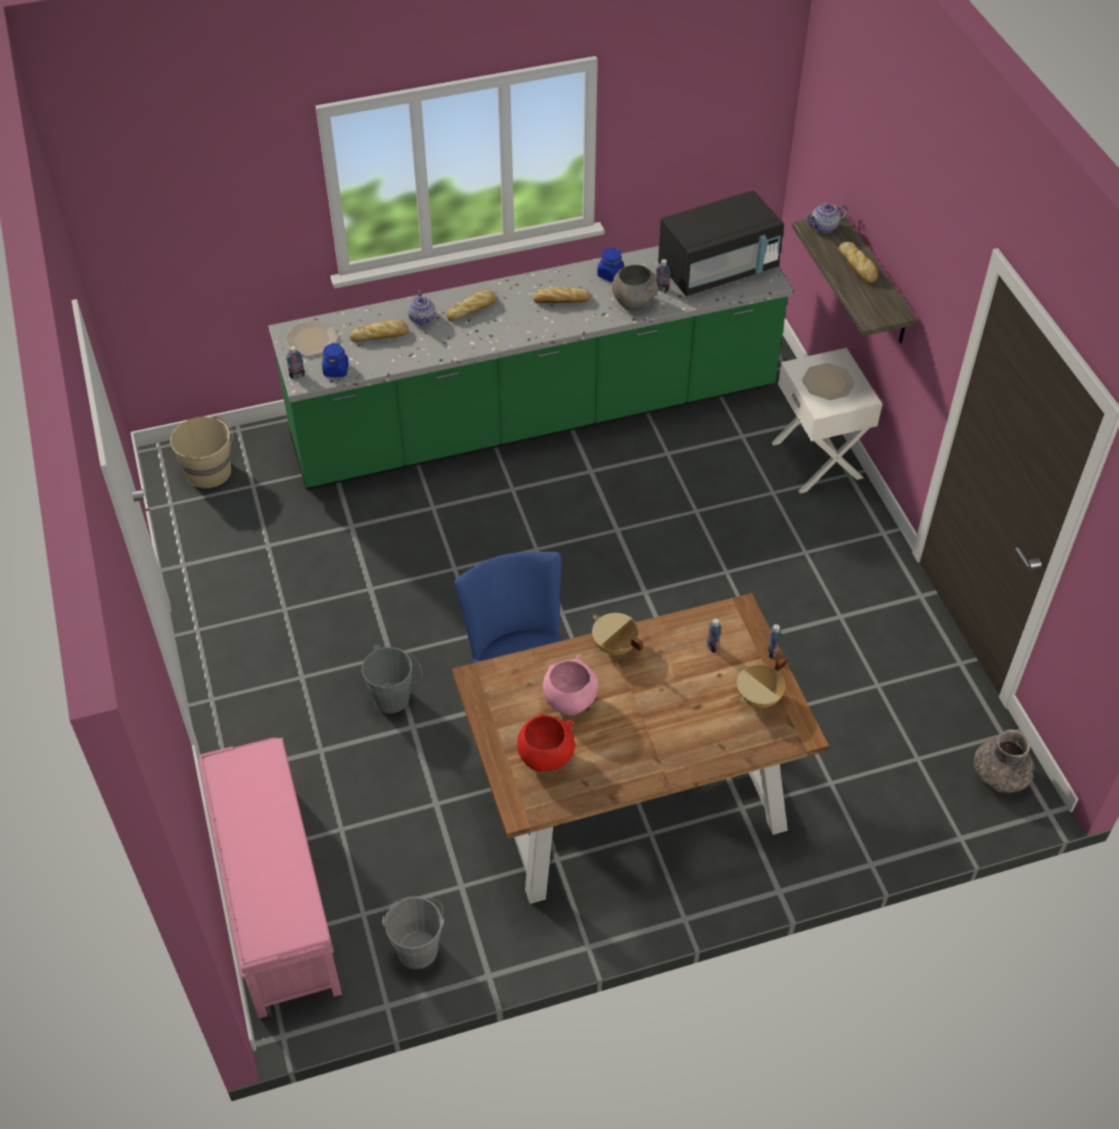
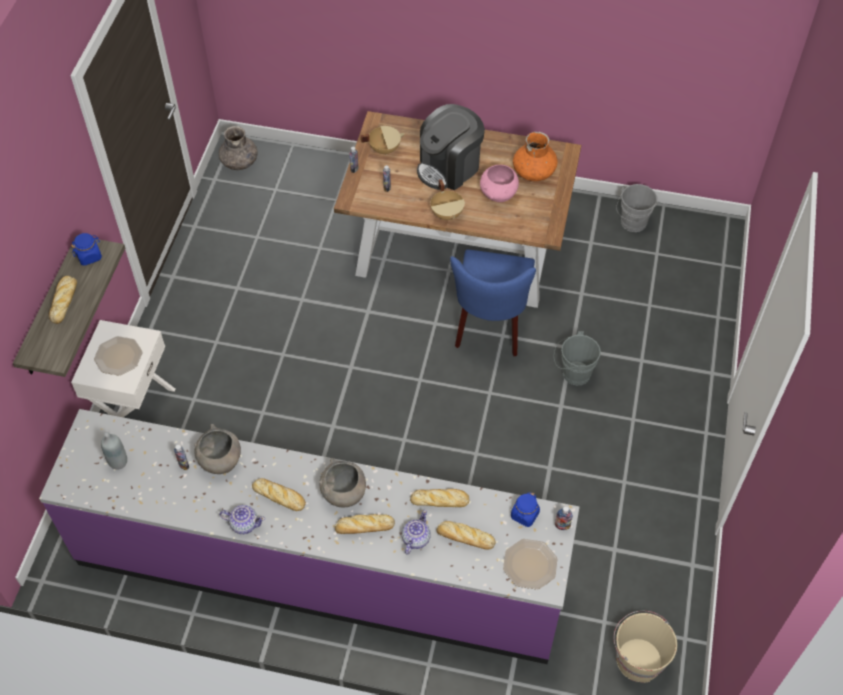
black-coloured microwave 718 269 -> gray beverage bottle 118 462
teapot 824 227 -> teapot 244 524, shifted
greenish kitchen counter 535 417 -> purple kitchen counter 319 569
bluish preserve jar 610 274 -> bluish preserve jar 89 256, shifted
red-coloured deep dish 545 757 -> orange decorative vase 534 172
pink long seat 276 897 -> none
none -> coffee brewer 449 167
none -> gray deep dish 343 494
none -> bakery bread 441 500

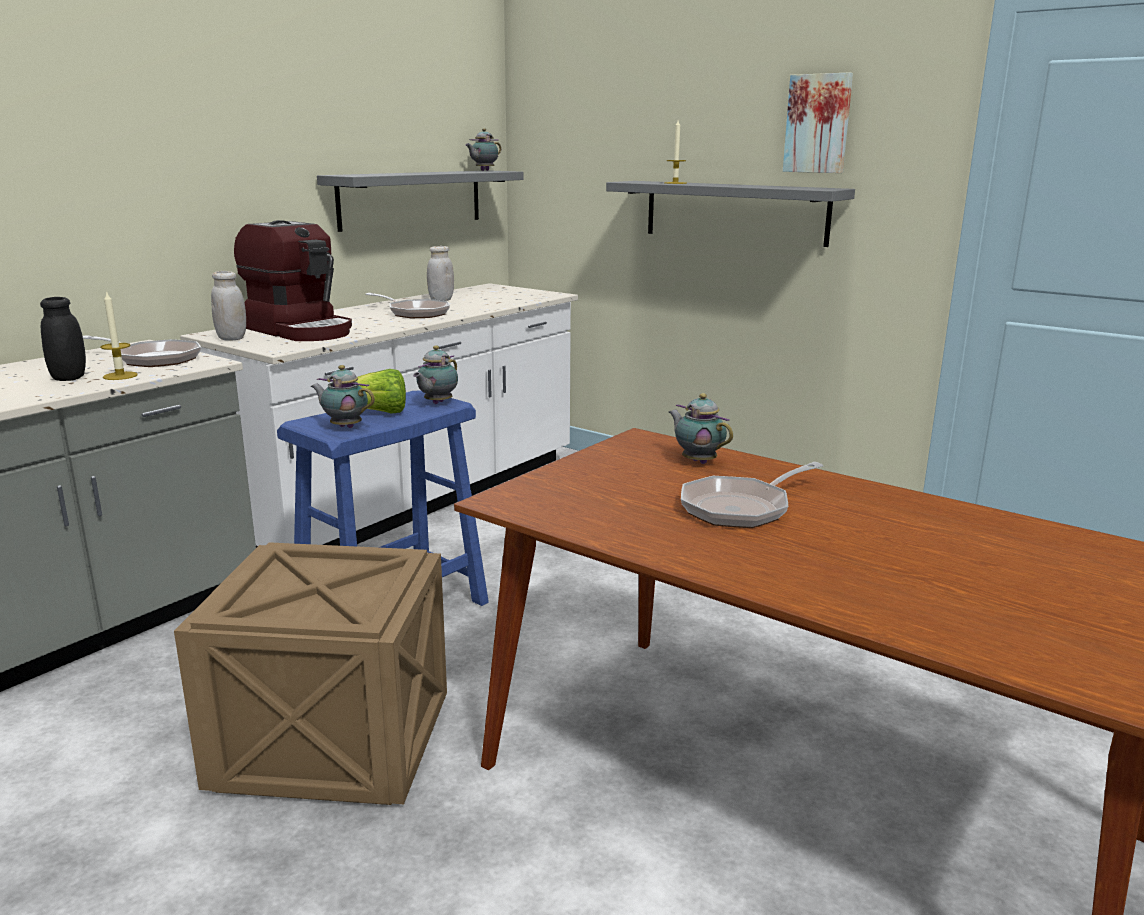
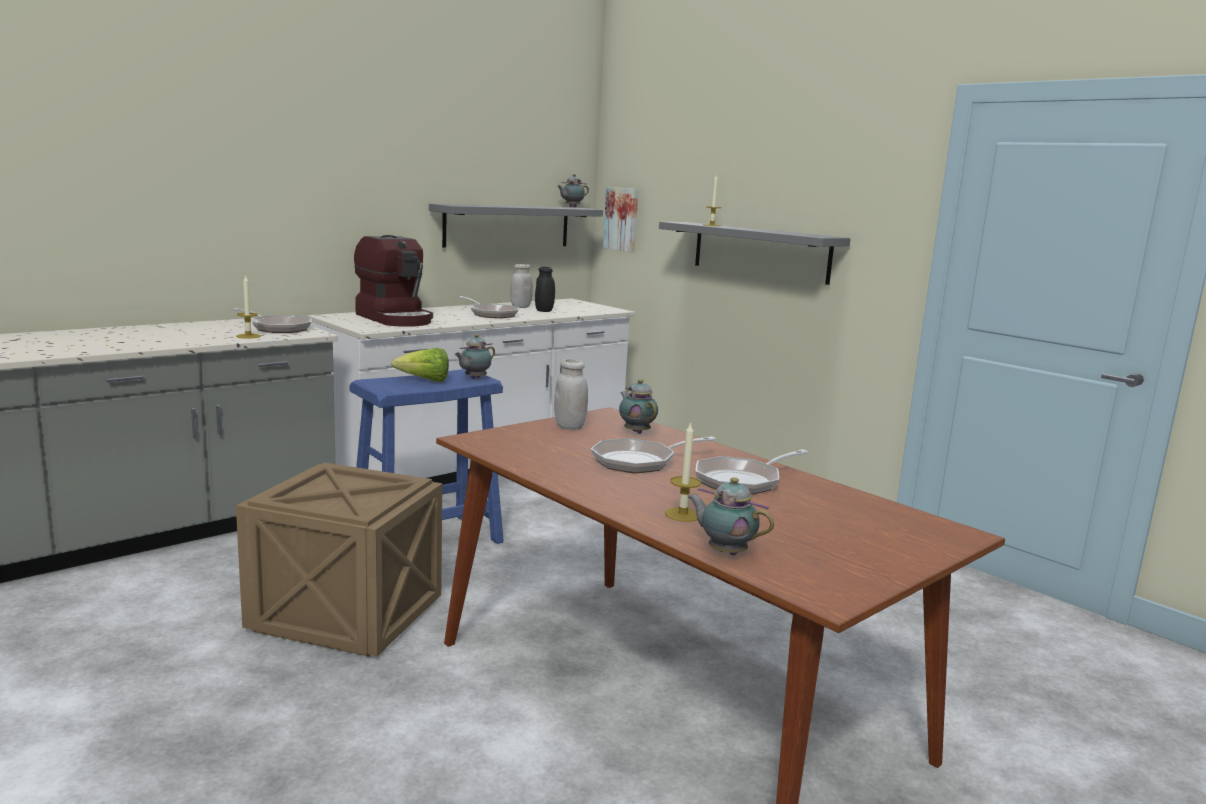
wall picture 818 124 -> wall picture 622 219, shifted
white preserve jar 232 338 -> white preserve jar 569 427, shifted
black-coloured preserve jar 69 378 -> black-coloured preserve jar 544 311, shifted
teapot 344 427 -> teapot 725 552, shifted
none -> candle 682 514
none -> skillet 742 481

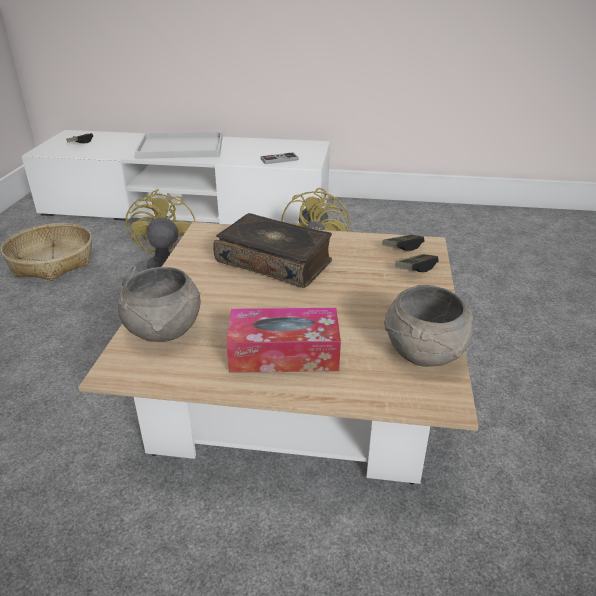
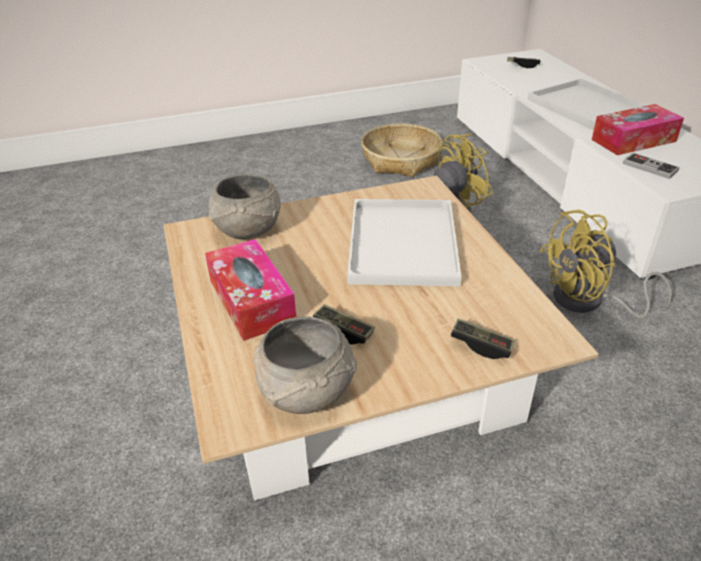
bound book 275 261 -> white carrying tray 404 245
joypad 402 248 -> joypad 343 331, shifted
none -> tissue box 633 140

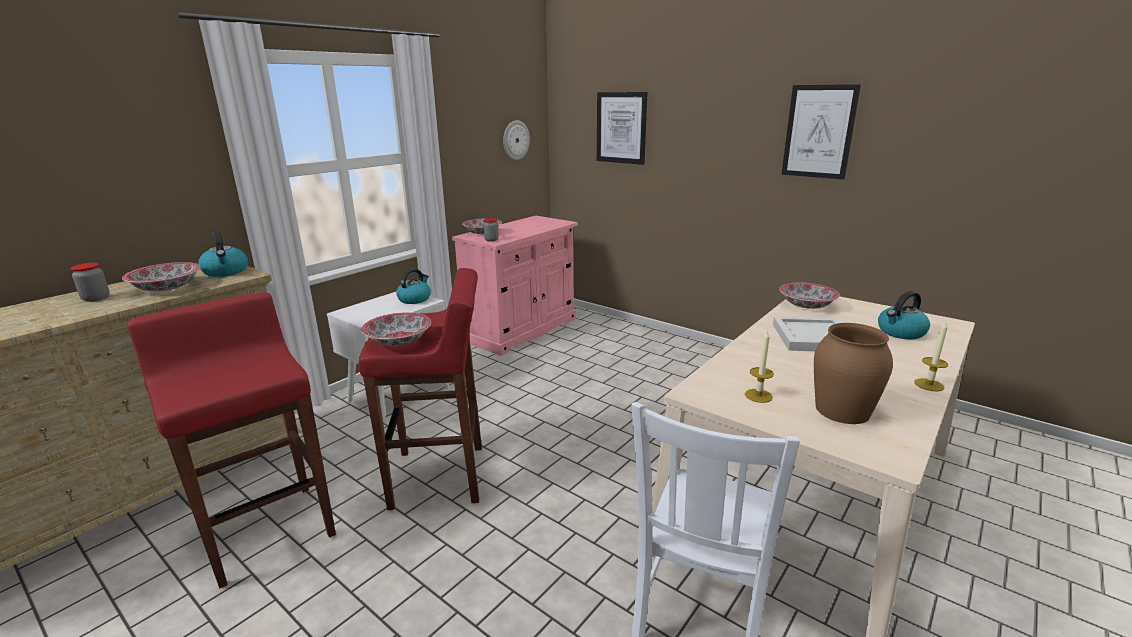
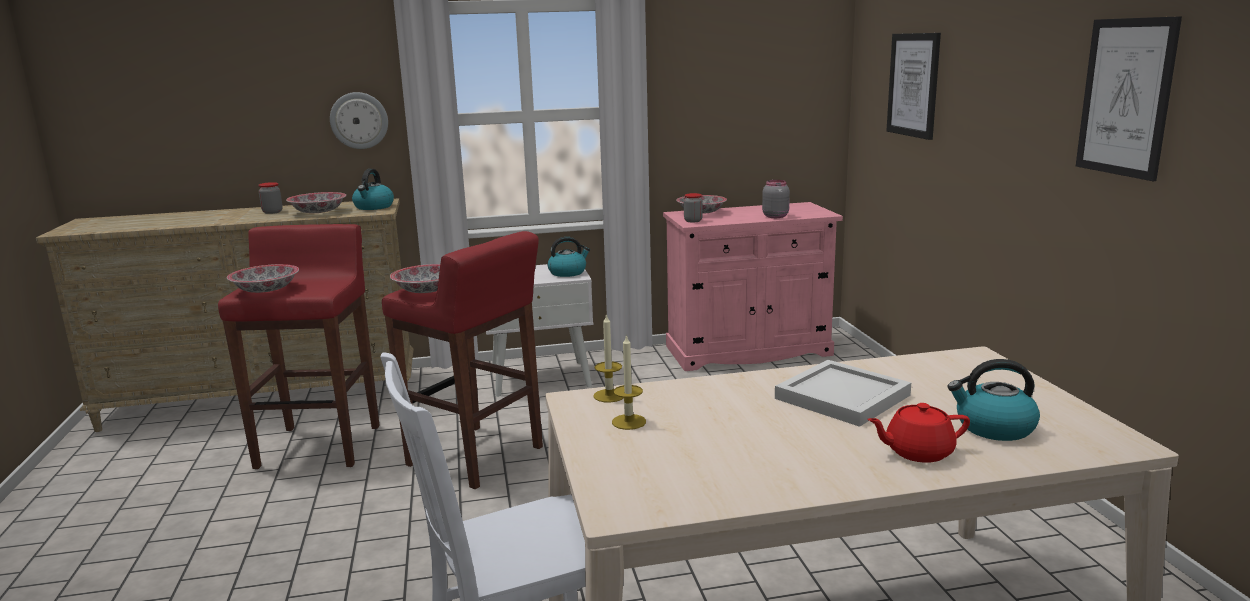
wall clock 515 140 -> wall clock 359 120, shifted
deep dish 806 305 -> deep dish 265 290, shifted
candle 929 385 -> candle 609 395, shifted
brown decorative vase 841 410 -> none
none -> gray preserve jar 775 216
none -> red-coloured teapot 917 452

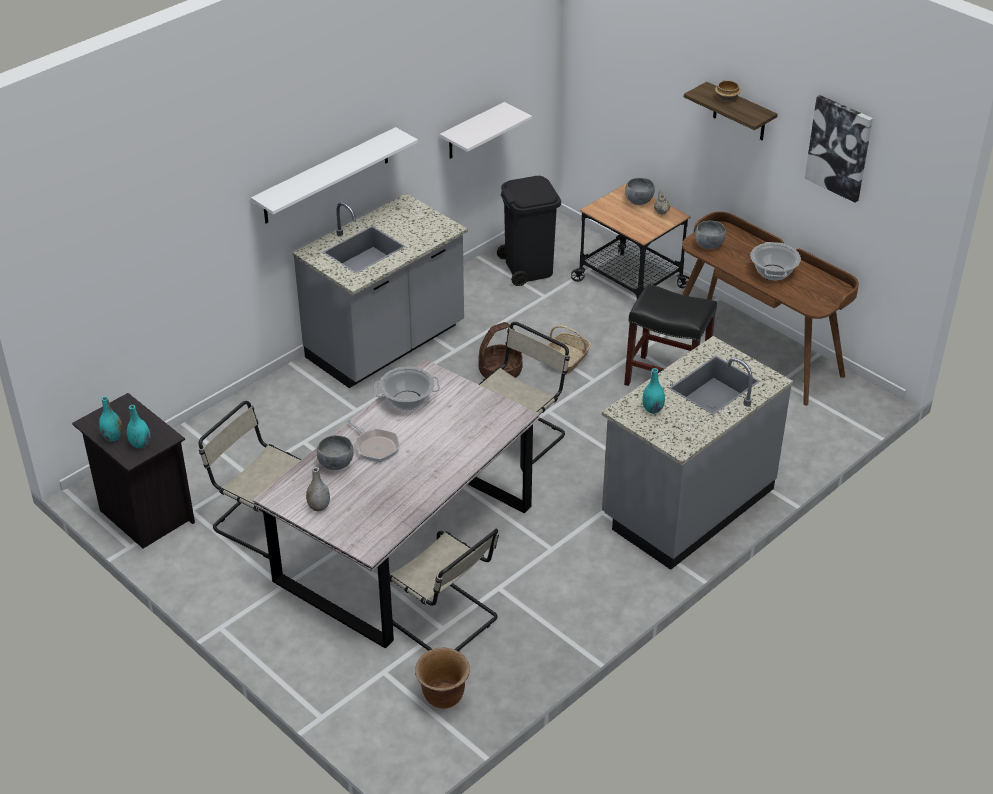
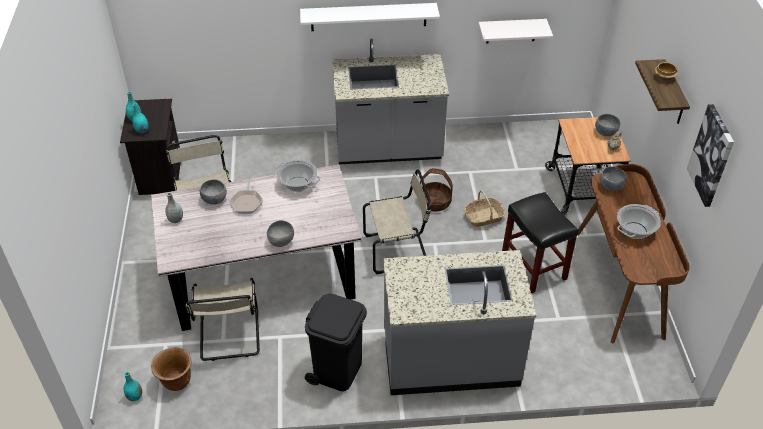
black-coloured rubbish bin 528 268 -> black-coloured rubbish bin 337 370, shifted
blue-green decorative vase 652 409 -> blue-green decorative vase 135 396, shifted
none -> gray deep dish 281 242

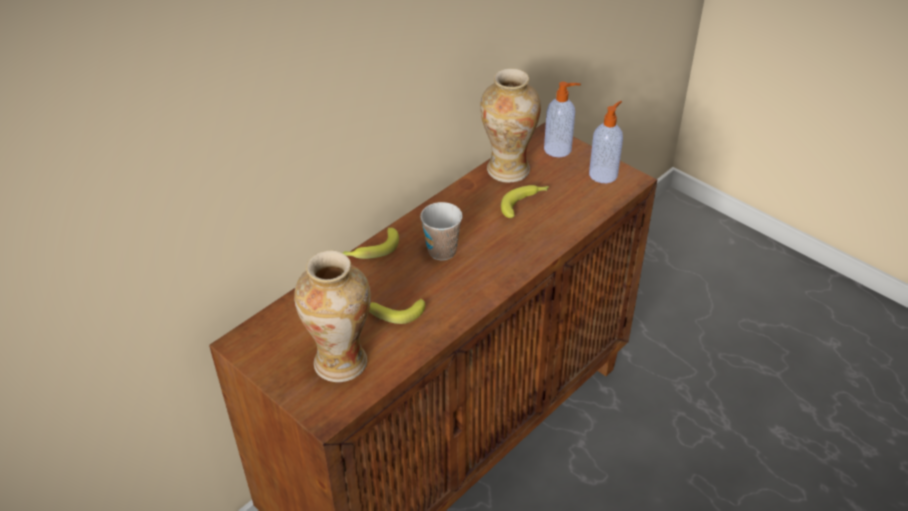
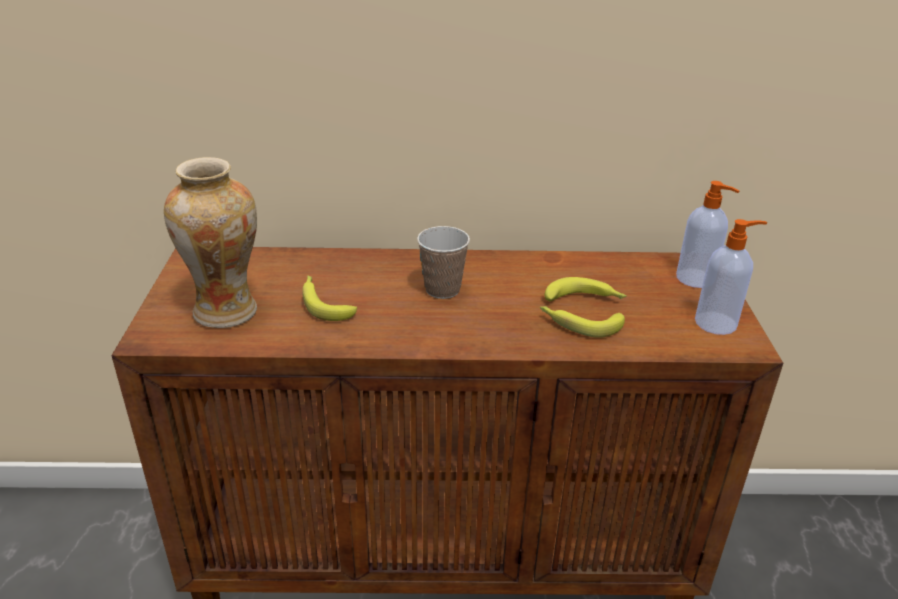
decorative vase 508 170 -> none
whole banana 371 250 -> whole banana 579 324, shifted

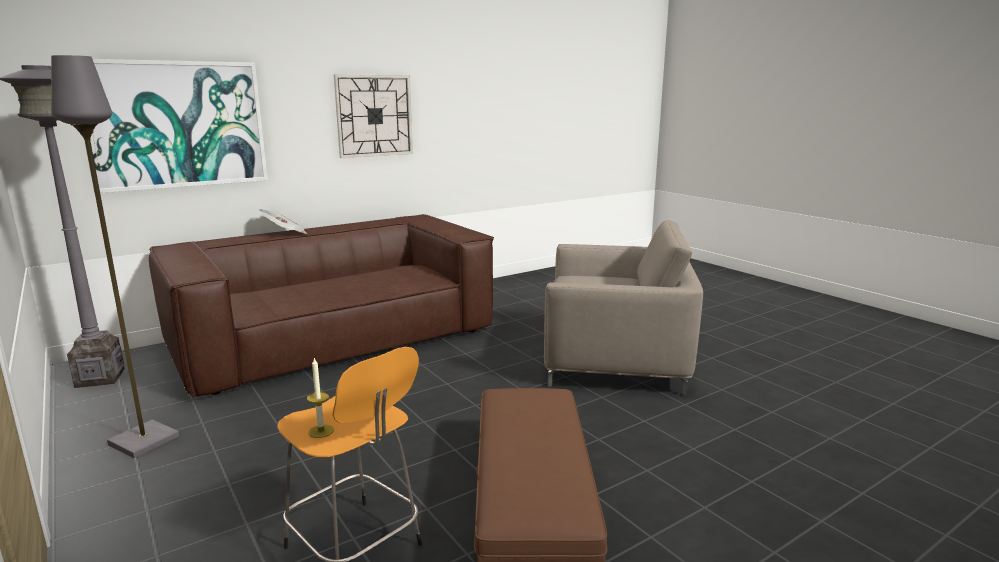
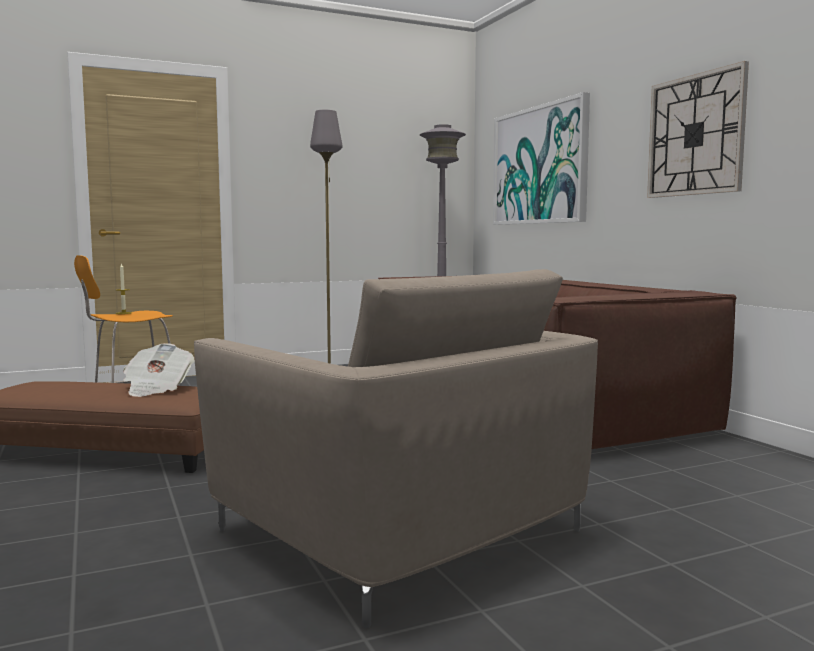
printed paper 285 233 -> printed paper 157 389, shifted
sand-coloured easy chair 615 360 -> sand-coloured easy chair 399 531, 60 degrees counterclockwise

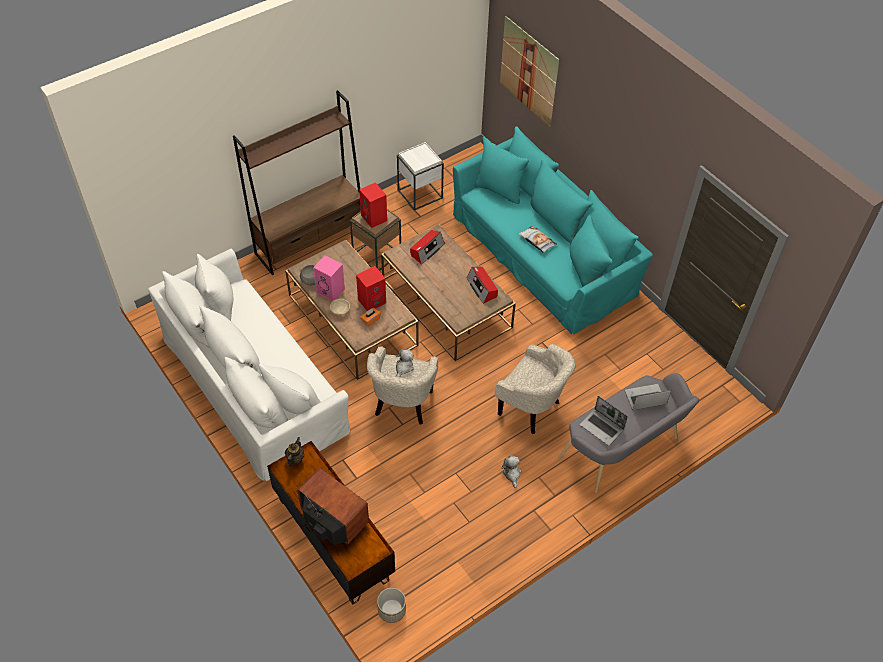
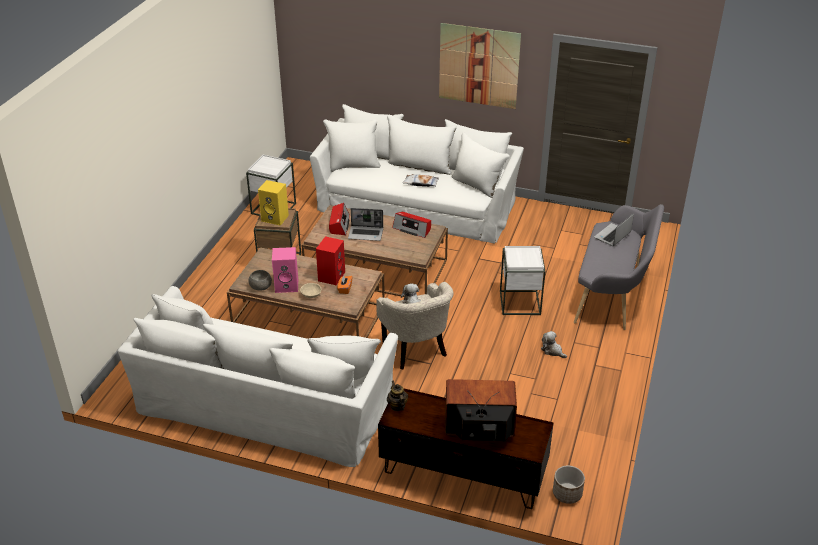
wall picture 528 71 -> wall picture 478 66, shifted
brown shelving unit 311 241 -> none
blue-green sofa 543 254 -> white sofa 417 205
red-coloured loudspeaker 374 218 -> yellowish loudspeaker 275 218
sand-coloured easy chair 532 409 -> white side table 520 303
portable computer 602 427 -> portable computer 366 234, shifted

